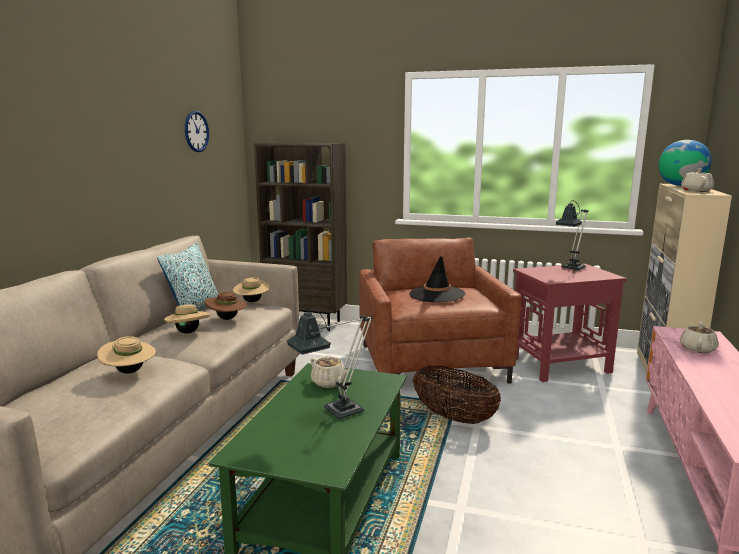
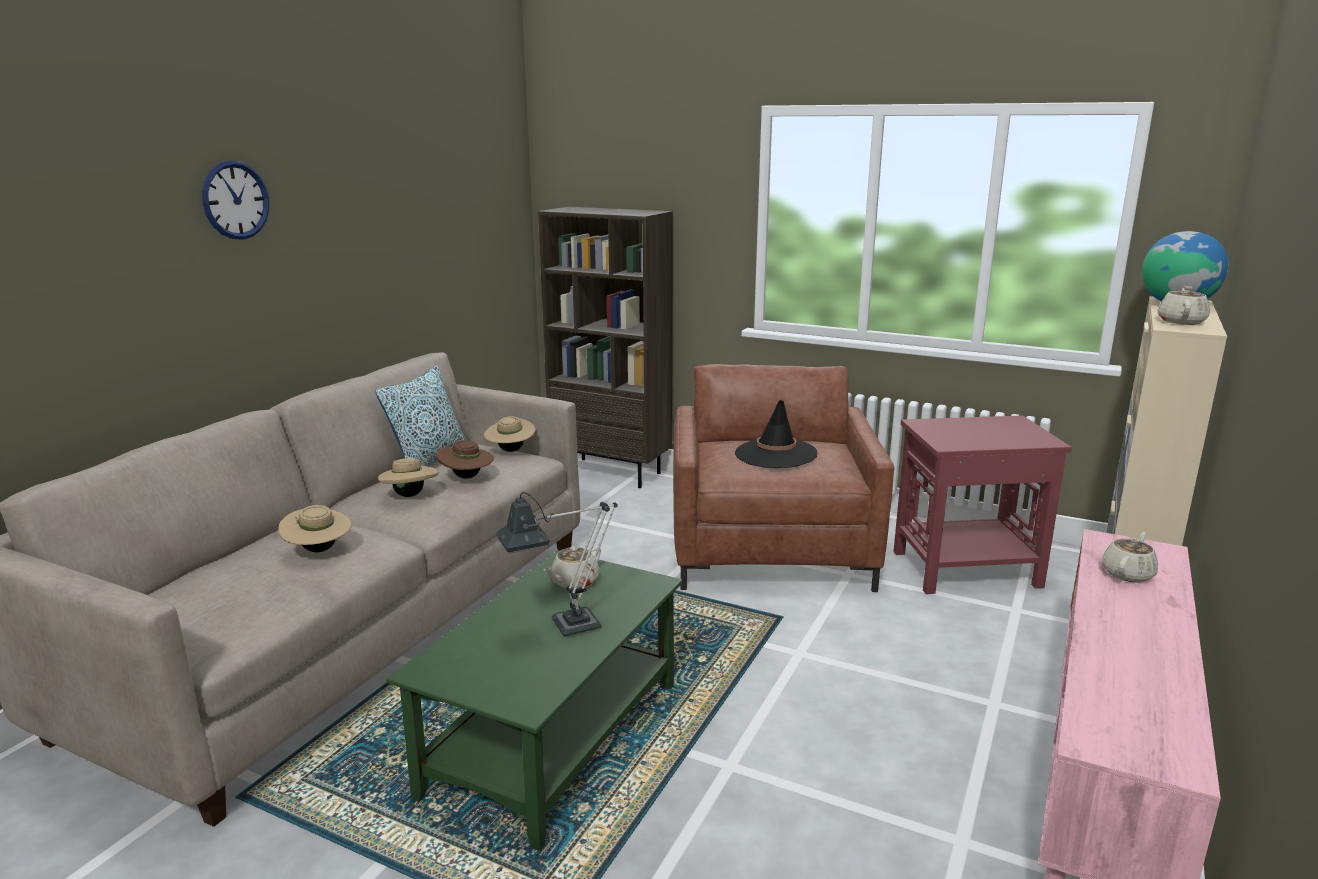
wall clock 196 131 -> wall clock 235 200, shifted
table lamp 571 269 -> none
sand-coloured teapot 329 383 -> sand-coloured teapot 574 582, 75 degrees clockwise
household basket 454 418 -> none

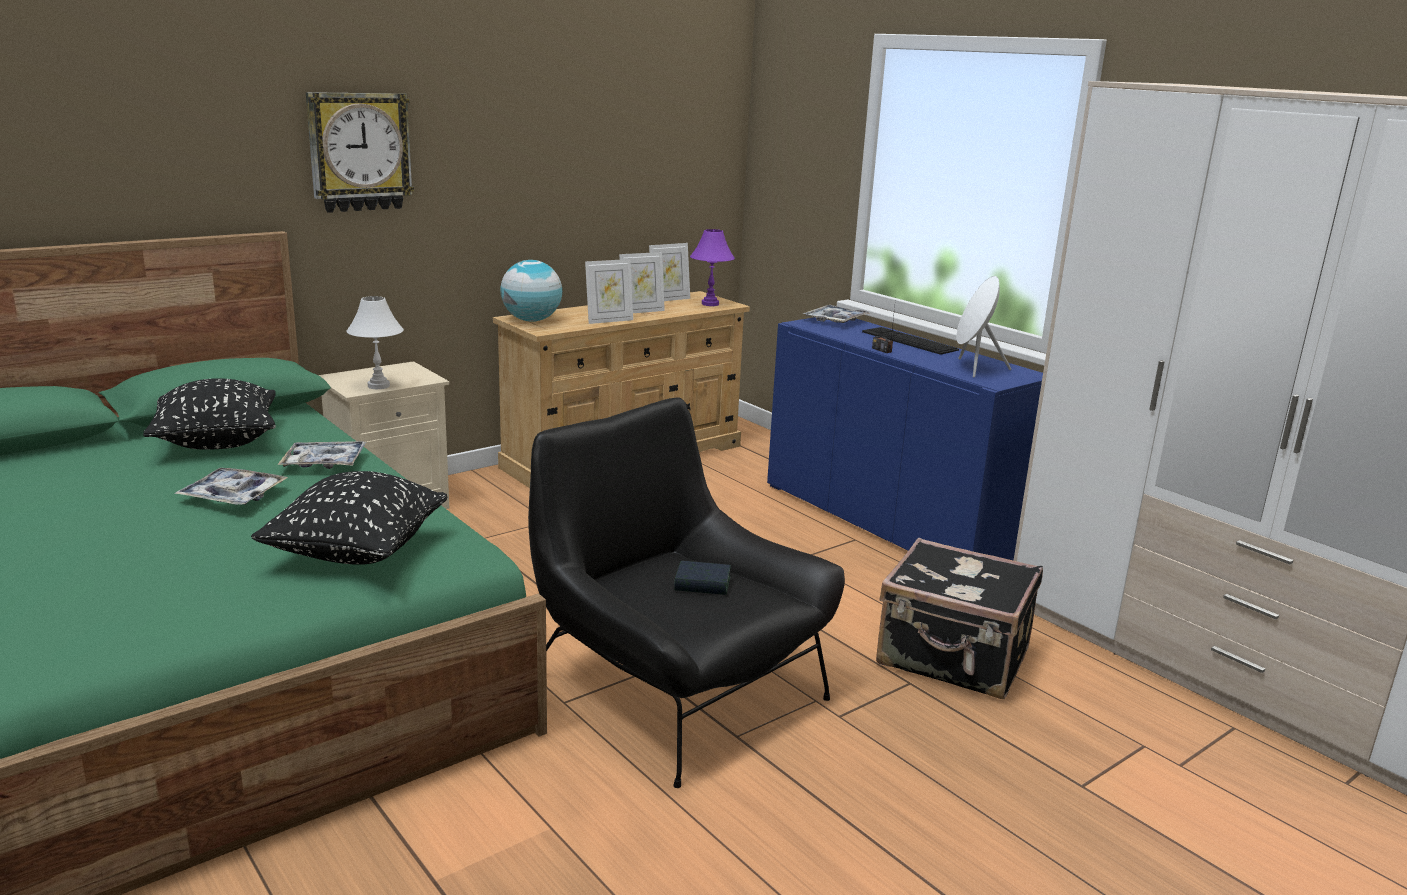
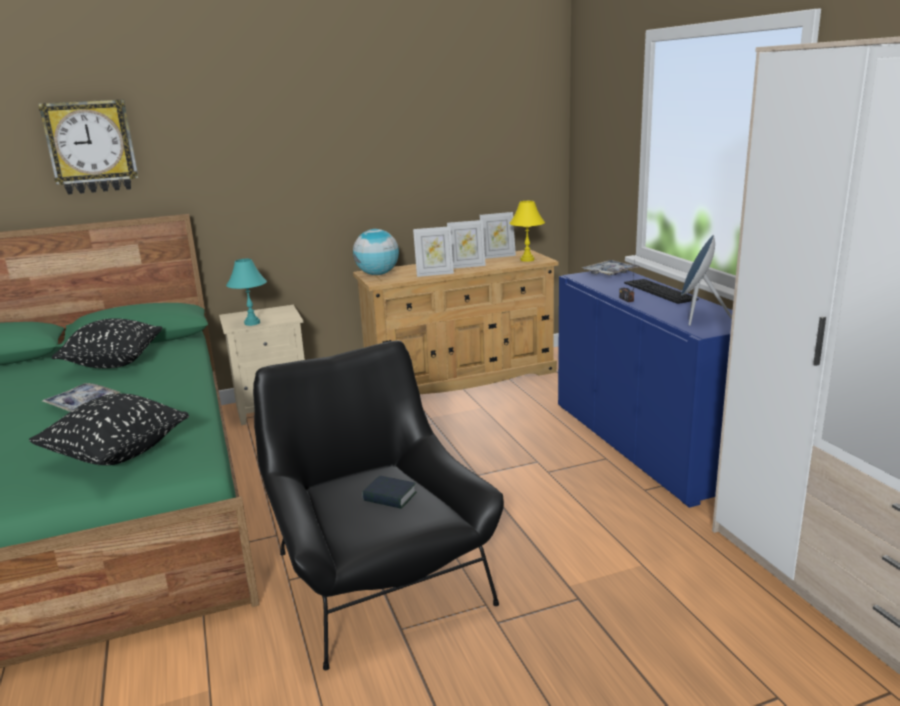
wall clock 359 152 -> wall clock 91 147, shifted
purple table lamp 710 304 -> yellowish table lamp 527 259
white loudspeaker 973 368 -> bluish loudspeaker 697 317
white table lamp 379 386 -> blue-green table lamp 252 323
carrying tray 324 463 -> none
black-coloured piece of luggage 953 659 -> none

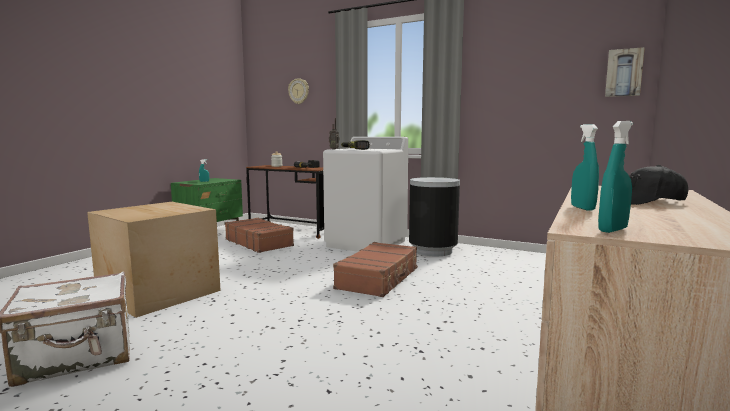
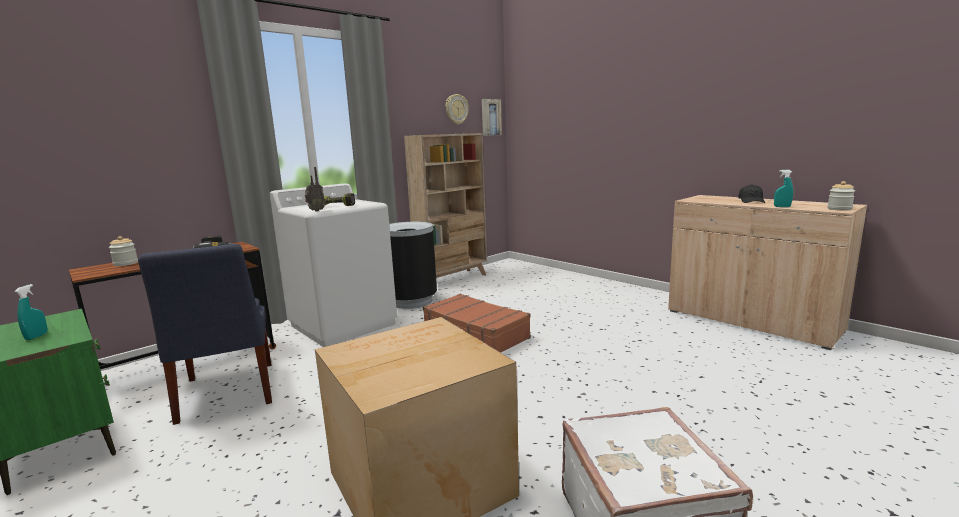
wall clock 299 91 -> wall clock 456 109, shifted
blue-green spray bottle 612 230 -> preserve jar 839 209
brown piece of luggage 259 243 -> bluish chair 226 394
none -> sand-coloured shelving unit 453 279

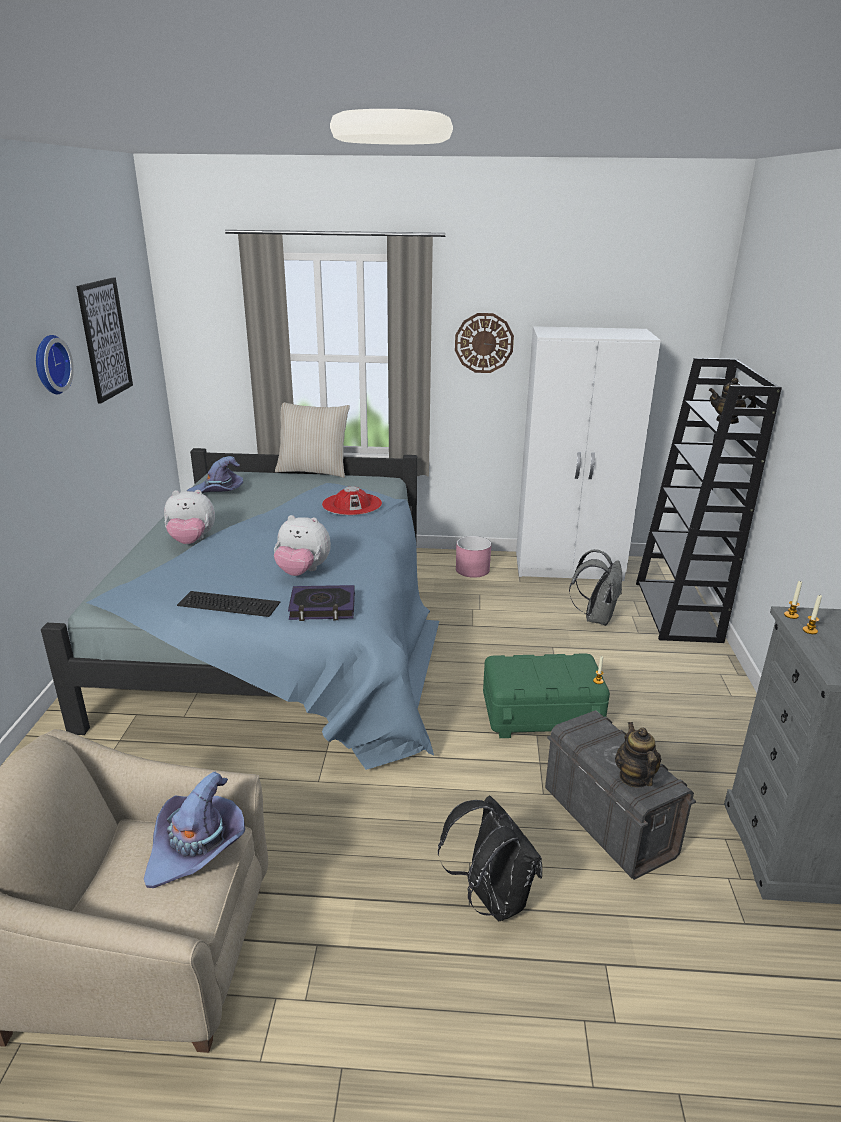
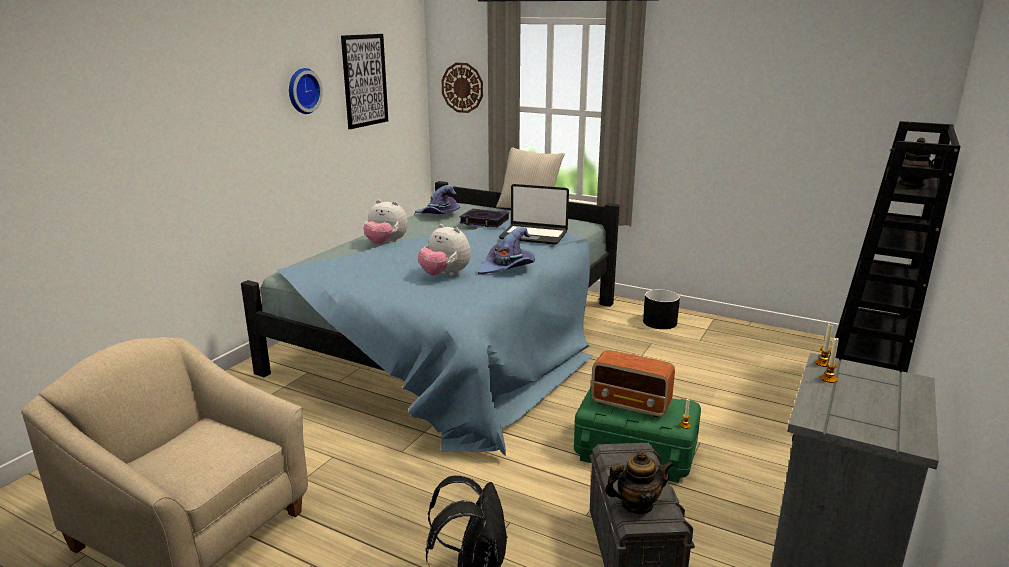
wall clock 484 343 -> wall clock 462 87, shifted
white armoire 569 567 -> none
red-coloured wearable hat 352 504 -> portable computer 533 235
pink plant pot 472 570 -> black-coloured plant pot 660 322
gray rucksack 596 617 -> none
bound book 322 608 -> bound book 484 221, shifted
keyboard 230 603 -> none
teapot 634 777 -> teapot 637 504, 60 degrees clockwise
purple wearable hat 197 847 -> purple wearable hat 507 268, shifted
none -> radio 631 405

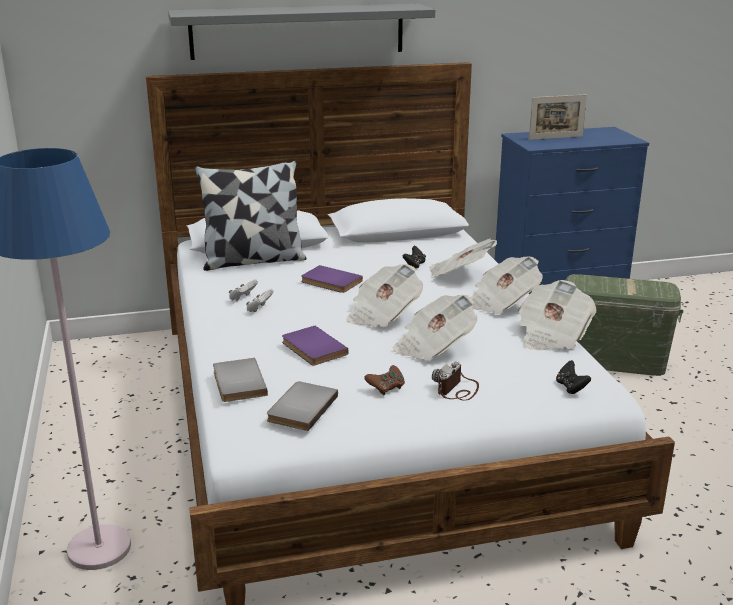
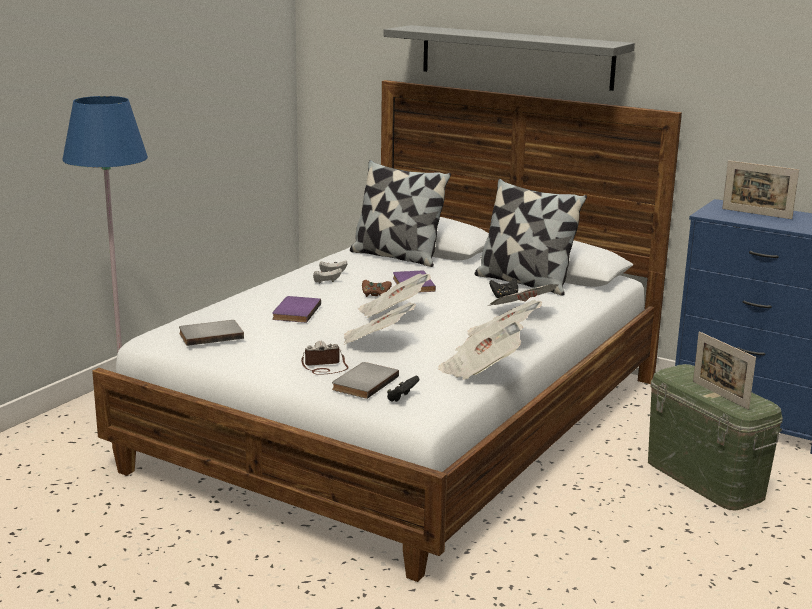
gray bound book 237 383 -> gray bound book 363 382, shifted
brown joypad 386 388 -> brown joypad 375 295, shifted
none -> pillow 524 282
none -> standing frame 720 395

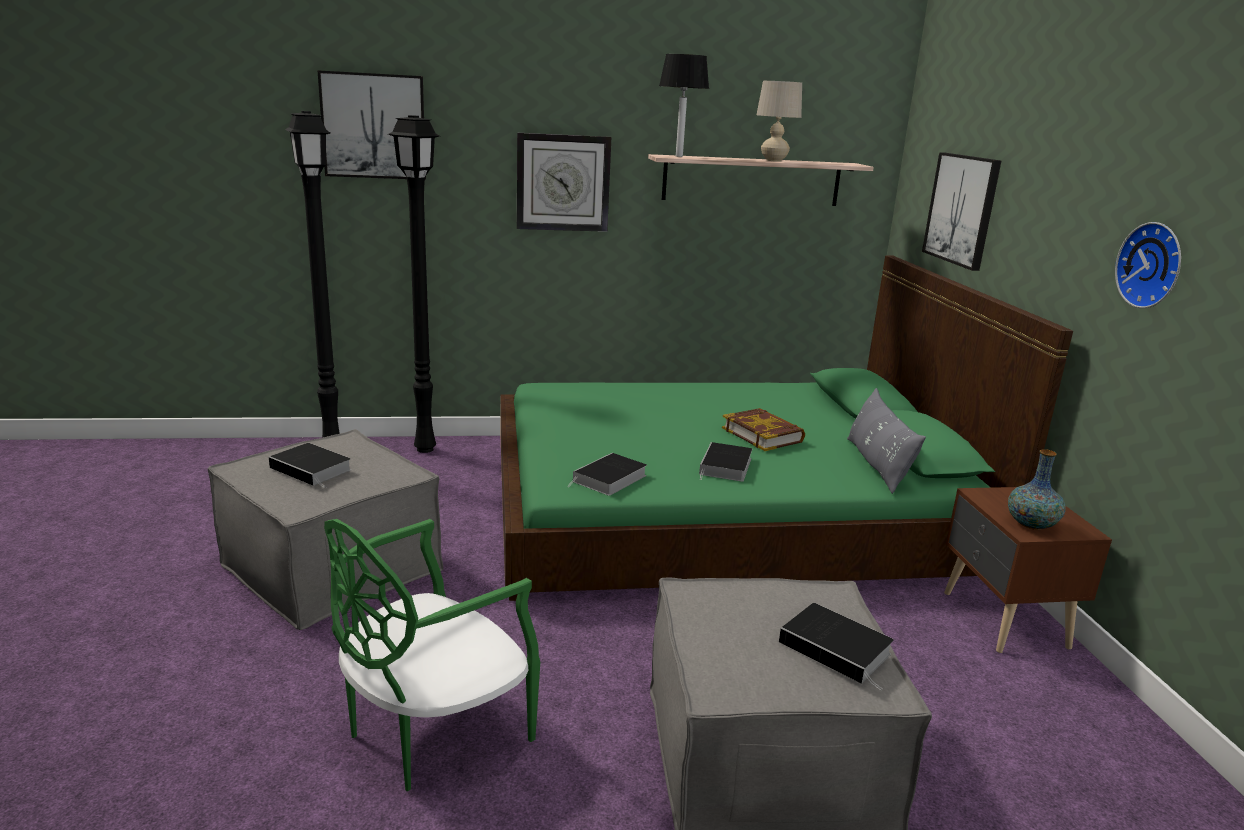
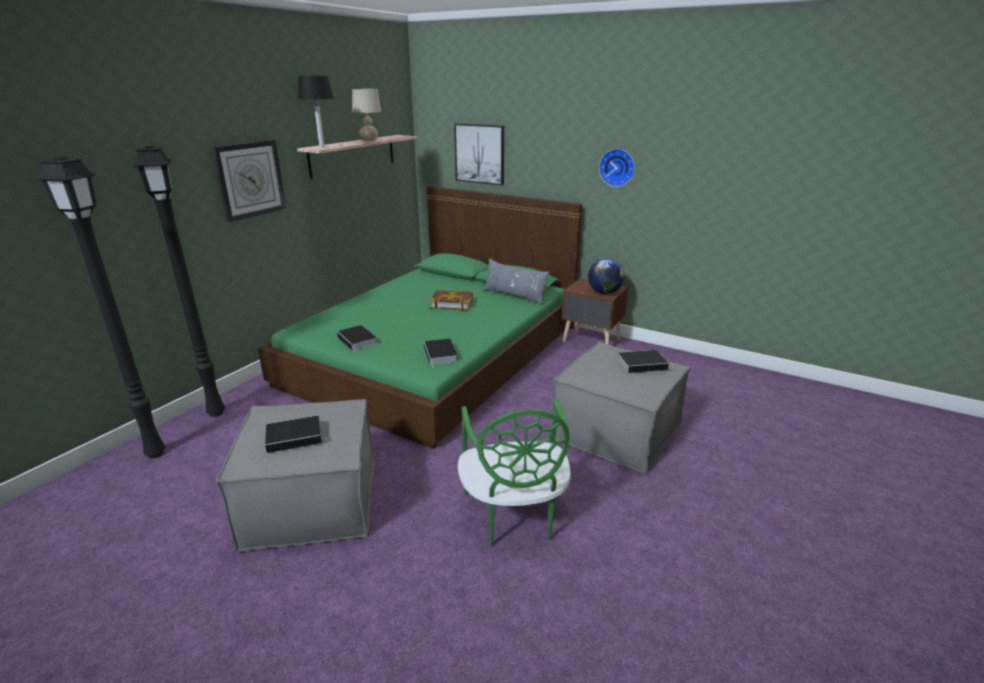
wall picture 374 126 -> none
bound book 726 467 -> bound book 358 341, shifted
decorative vase 1031 524 -> world globe 604 293

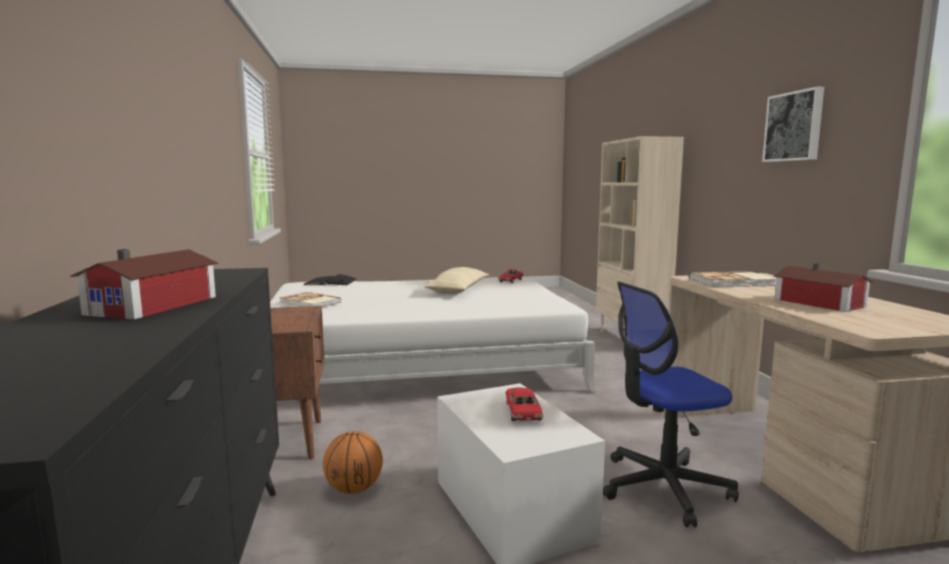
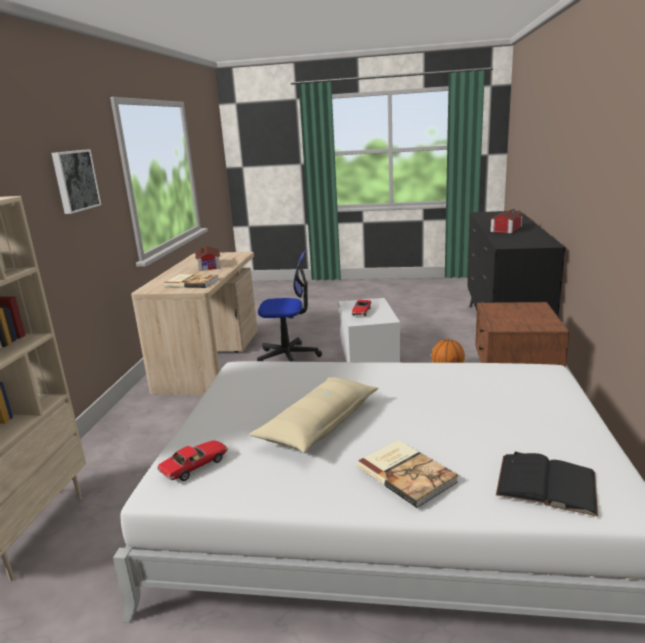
bound book 310 302 -> bound book 407 473, shifted

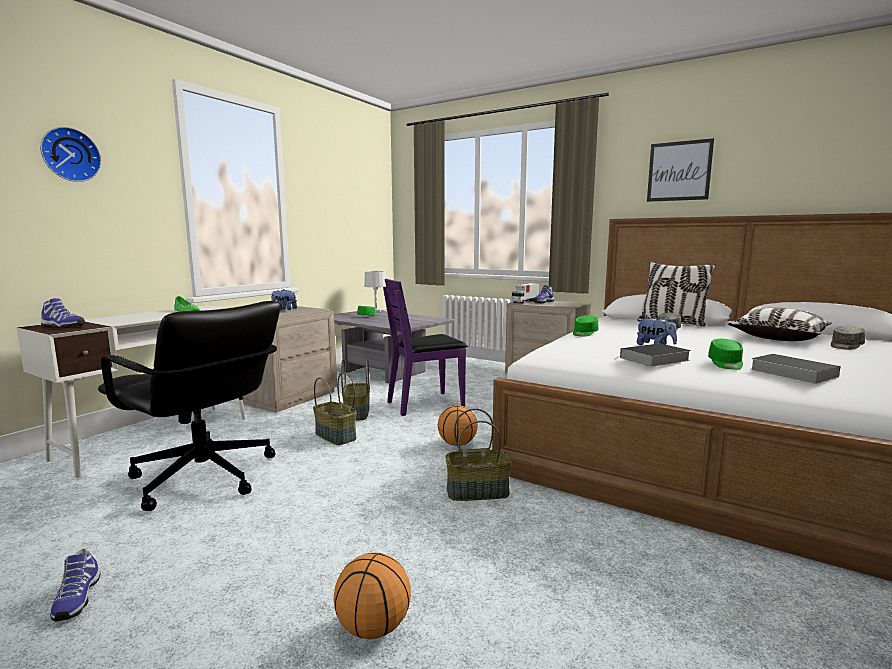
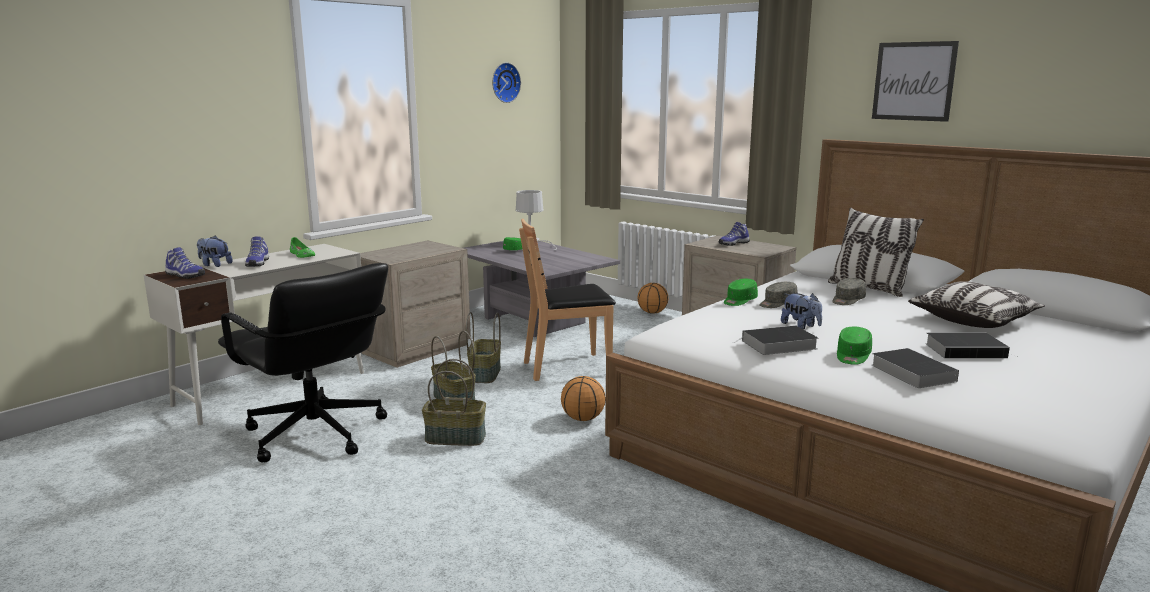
wall clock 70 155 -> wall clock 504 82, shifted
purple chair 426 404 -> brown chair 568 367
toy truck 525 301 -> none
plush toy 284 309 -> plush toy 214 265, shifted
gray cap 845 346 -> gray cap 777 304, shifted
household basket 478 491 -> household basket 456 438, shifted
shoe 76 599 -> shoe 257 263, shifted
basketball 372 627 -> basketball 652 312, shifted
none -> bound book 967 350

